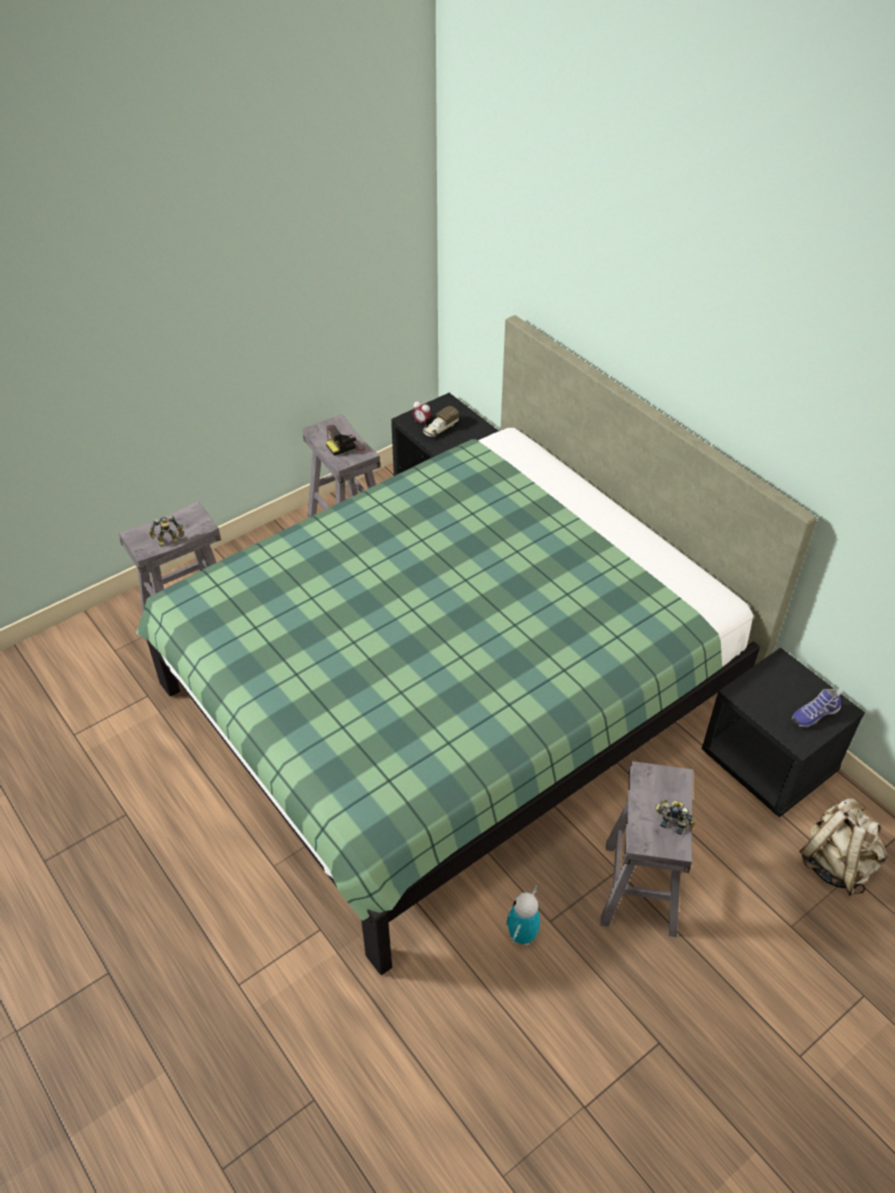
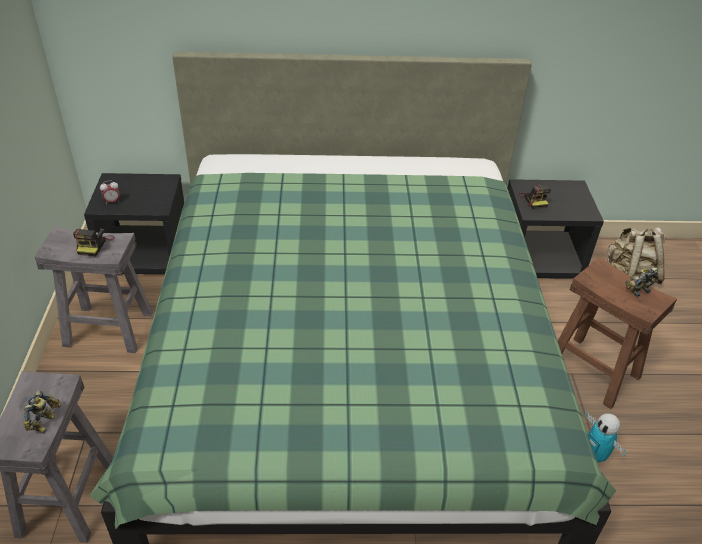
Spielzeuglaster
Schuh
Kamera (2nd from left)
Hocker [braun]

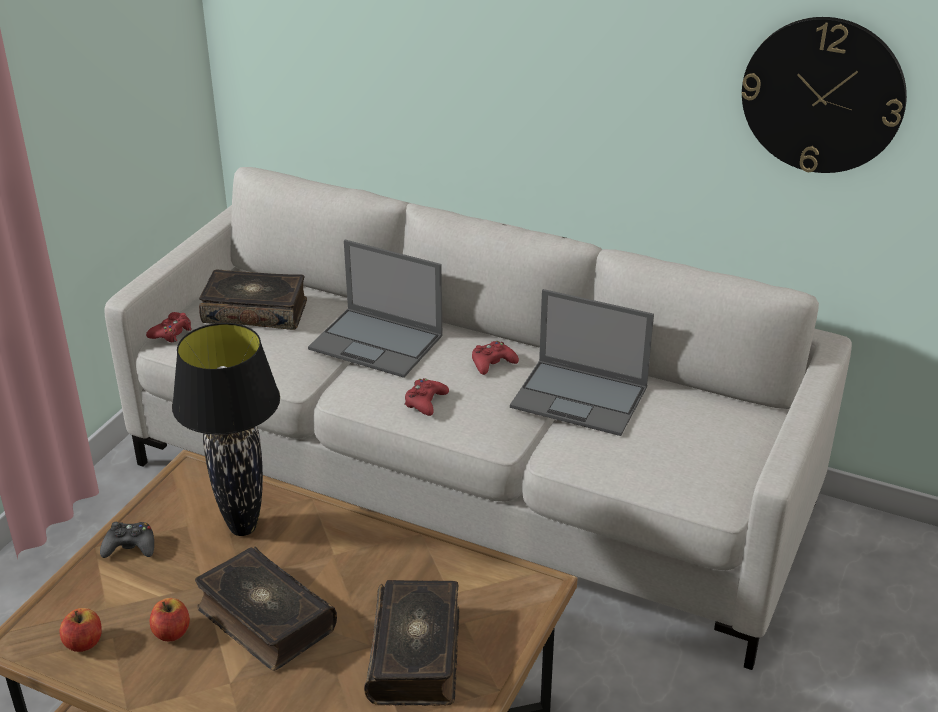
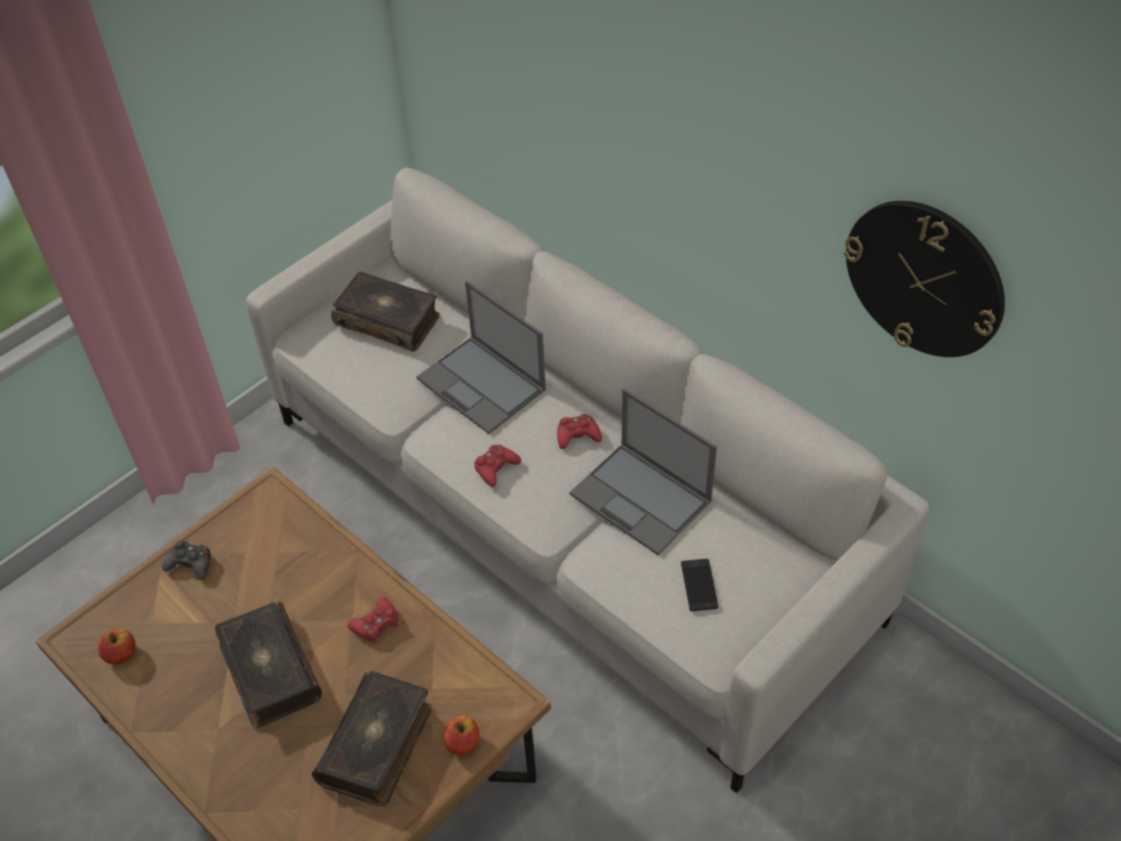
Tischlampe [schwarz]
Handy
Gamepad [rot] (1st from left)
Apfel (2nd from left)

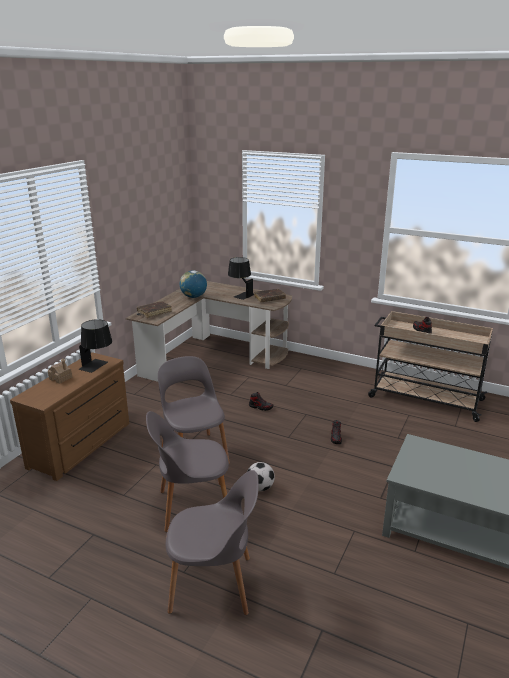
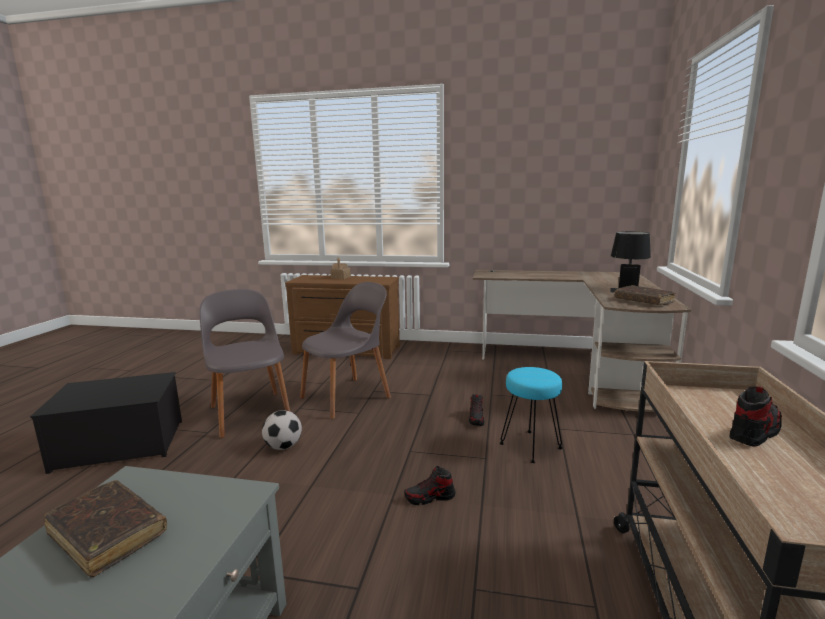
Tischlampe [schwarz] (1st from left in the first image)
Globus
Hocker [türkis]
Buch [braun] (1st from left)
Aufbewahrungsbox

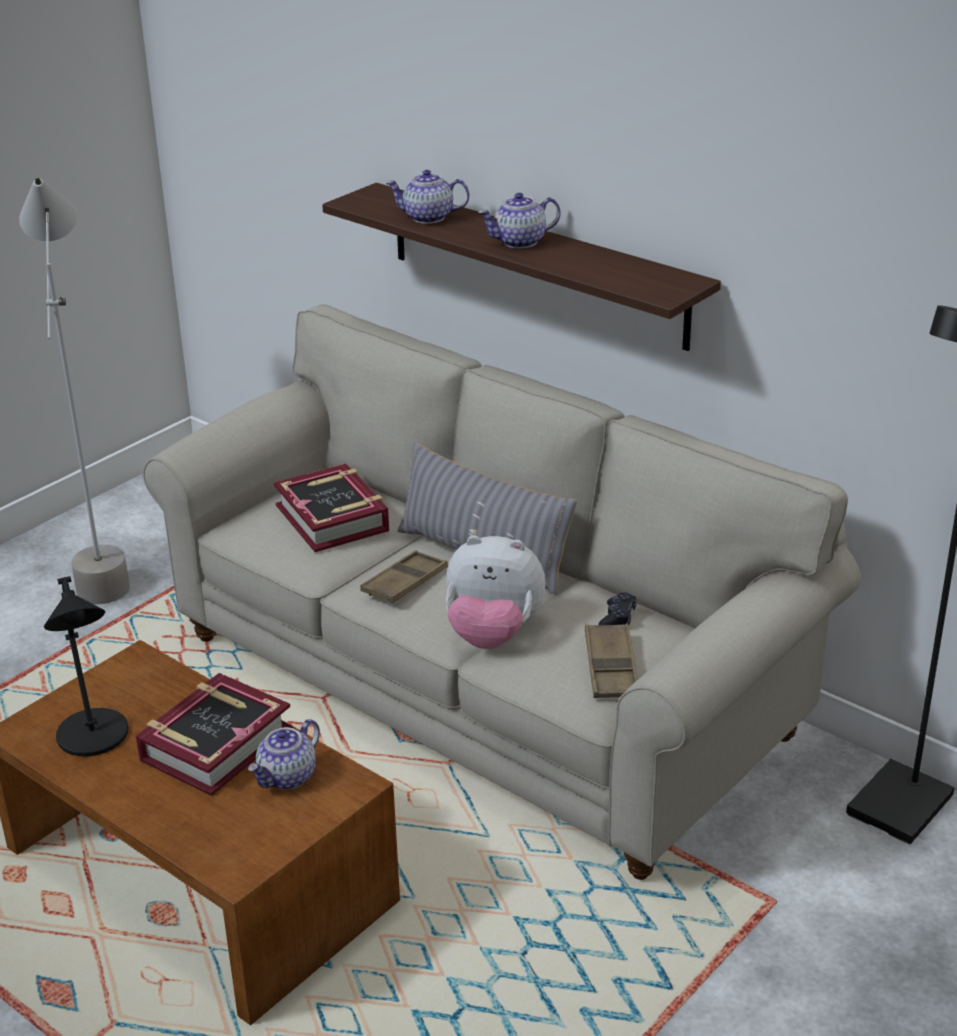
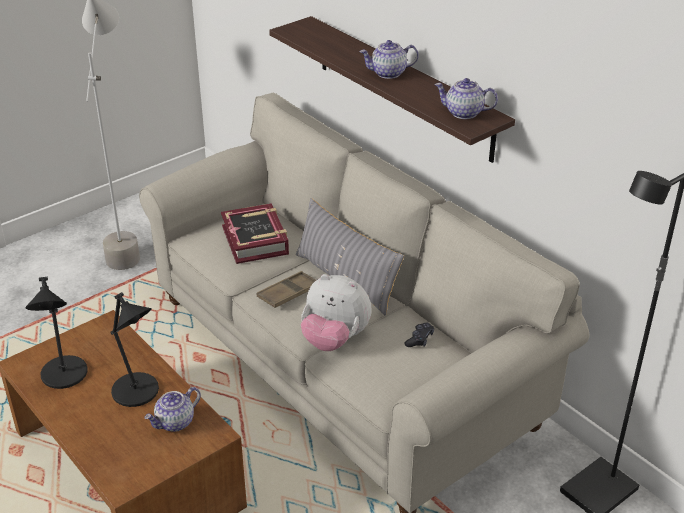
Tablett [braun] (2nd from left in the first image)
Teekanne (3rd from left)
Tischlampe [schwarz] (2nd from left)

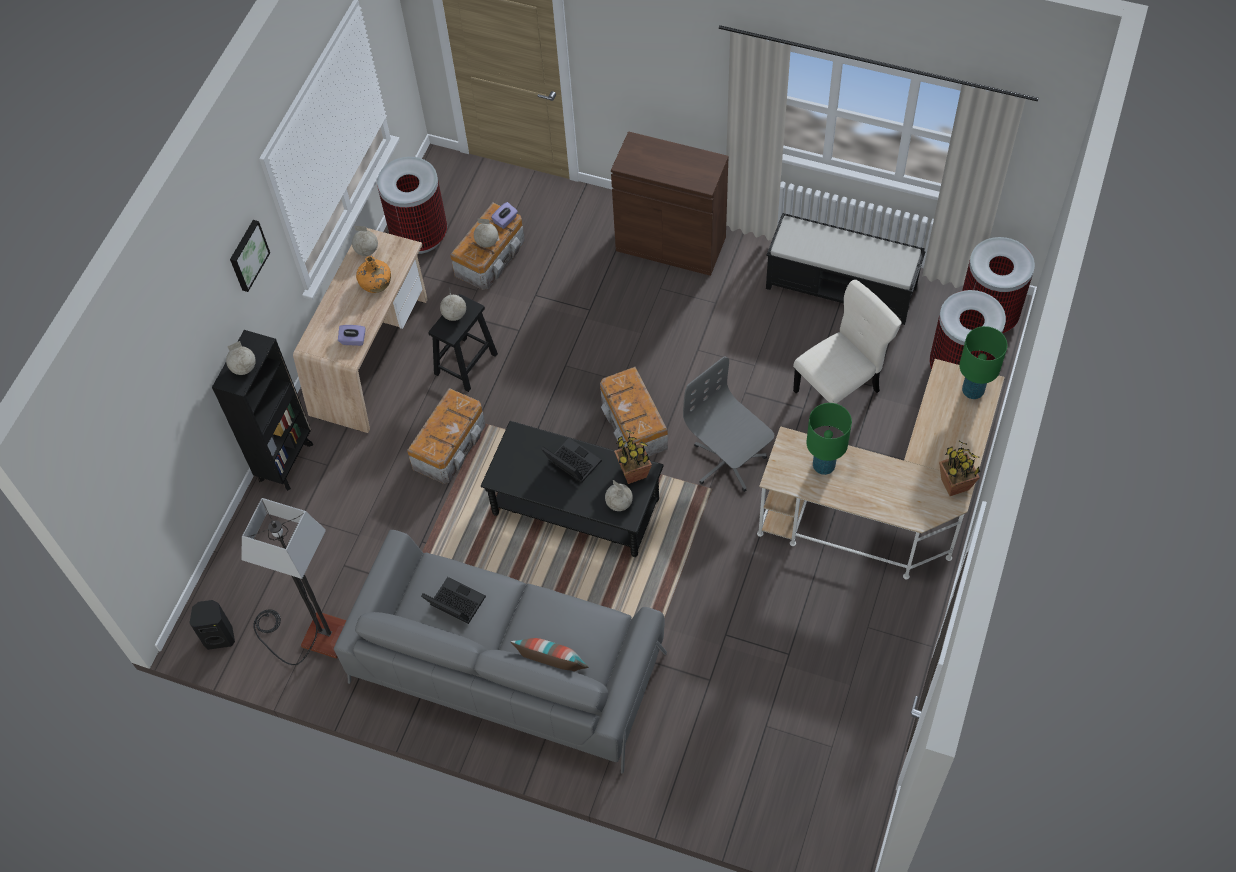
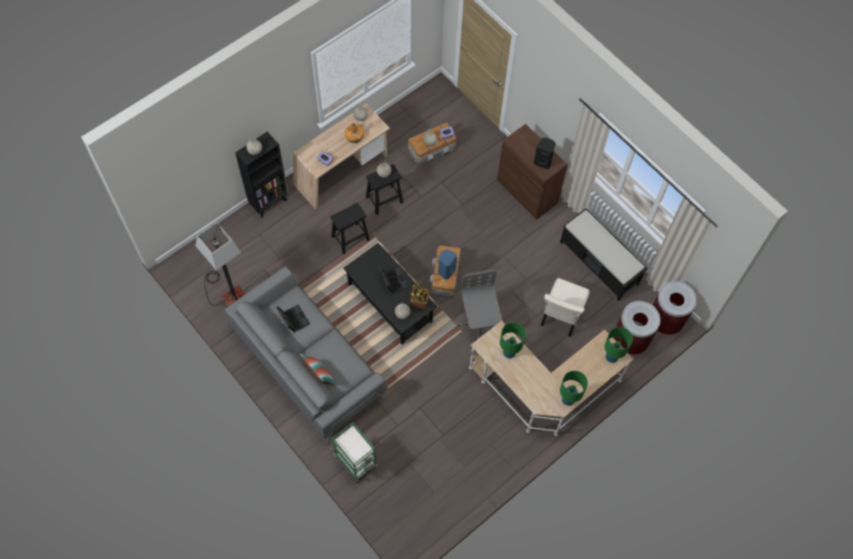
Bild
Mülleimer (1st from left in the first image)
Rollwagen [grün]
Lautsprecher [blau]
Lautsprecher [schwarz]
Hocker [schwarz] (1st from left)
Tischlampe [grün] (2nd from left)
Stuhl [beige]

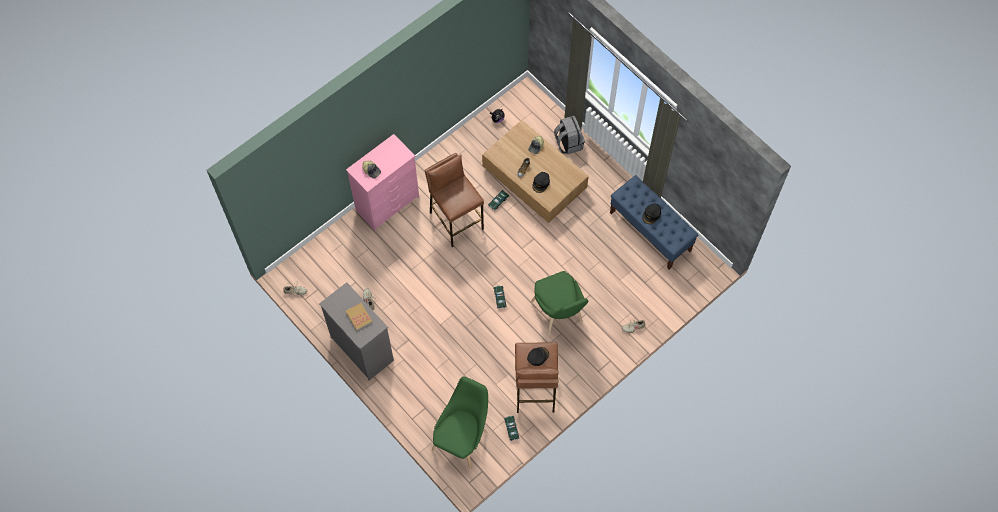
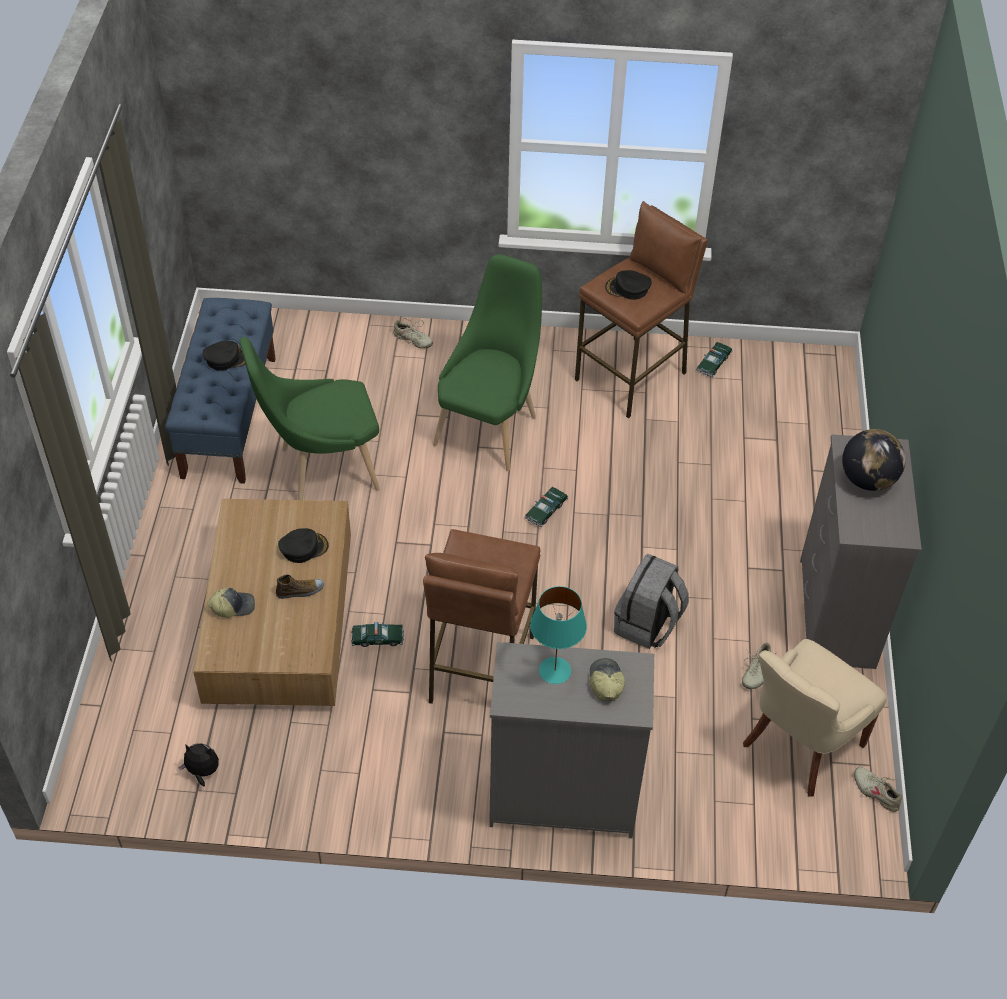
Tischlampe [türkis]
Stuhl [beige]
Stuhl [grün] (1st from left)
Rucksack [grau]
Globus
Kommode [grau] (1st from left)

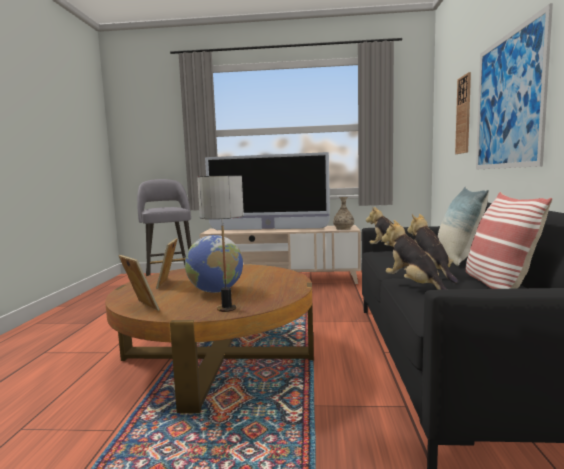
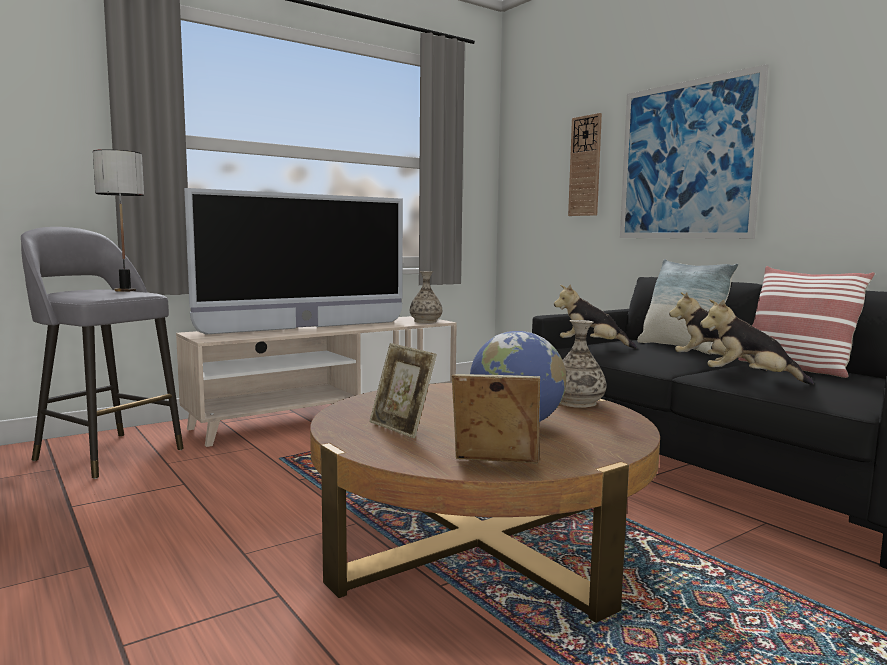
Vase (2nd from left)
Tischlampe

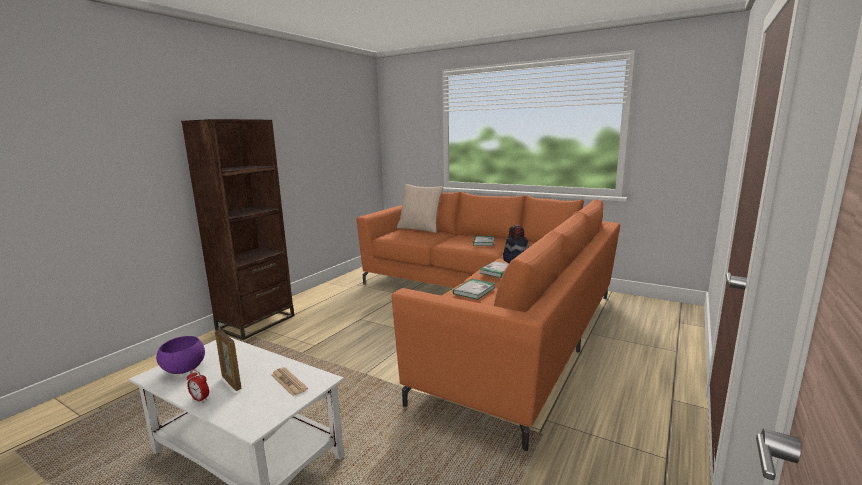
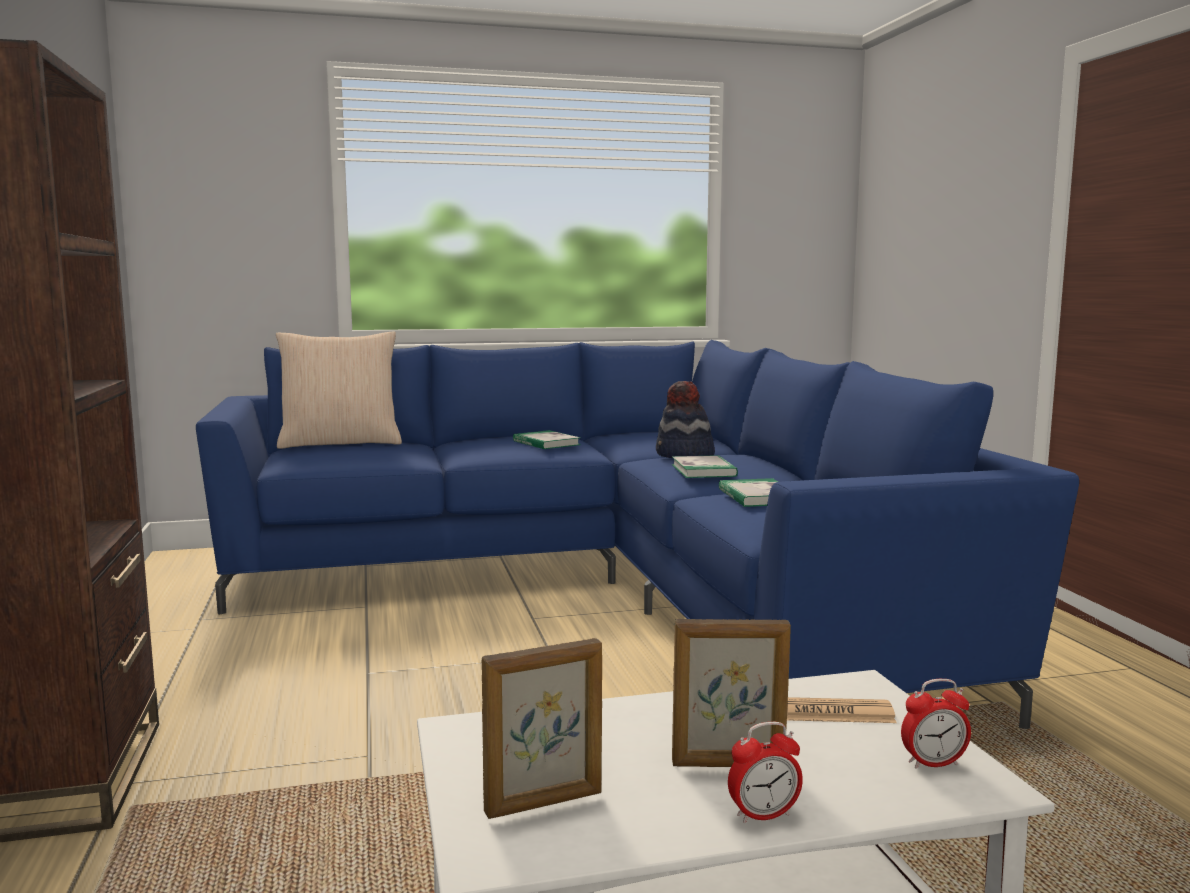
Wecker (2nd from left)
Bilderrahmen (1st from left)
Sofa [blau]

